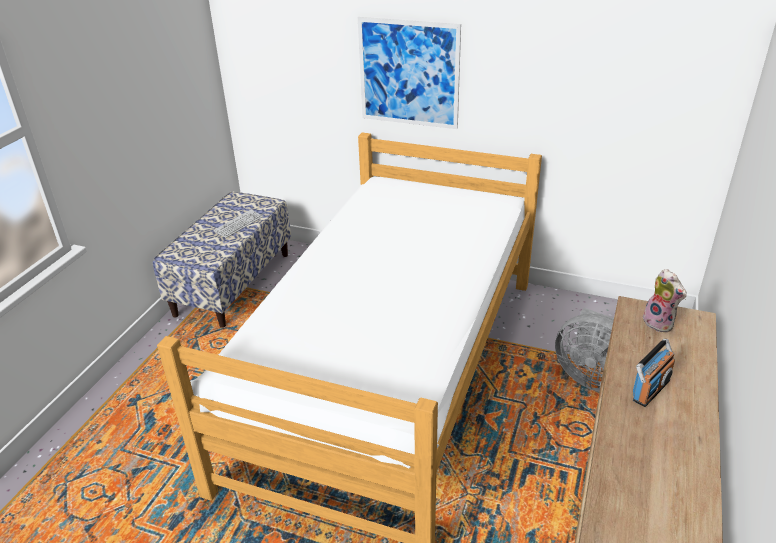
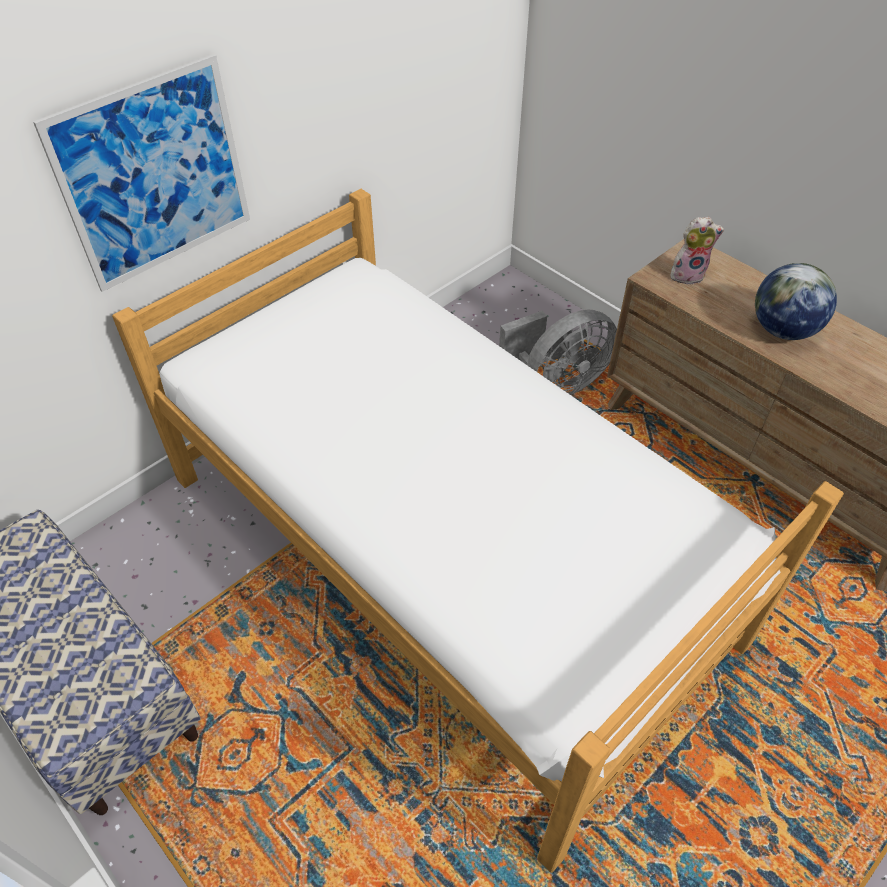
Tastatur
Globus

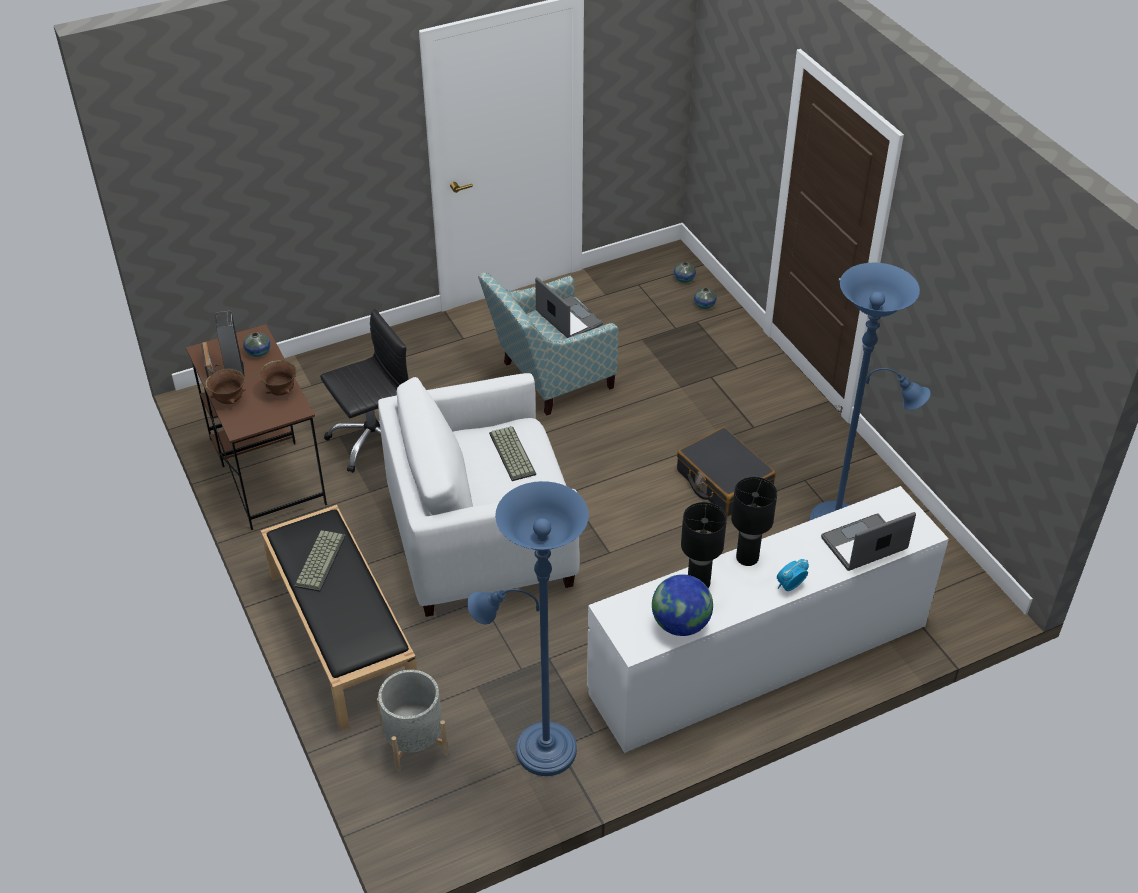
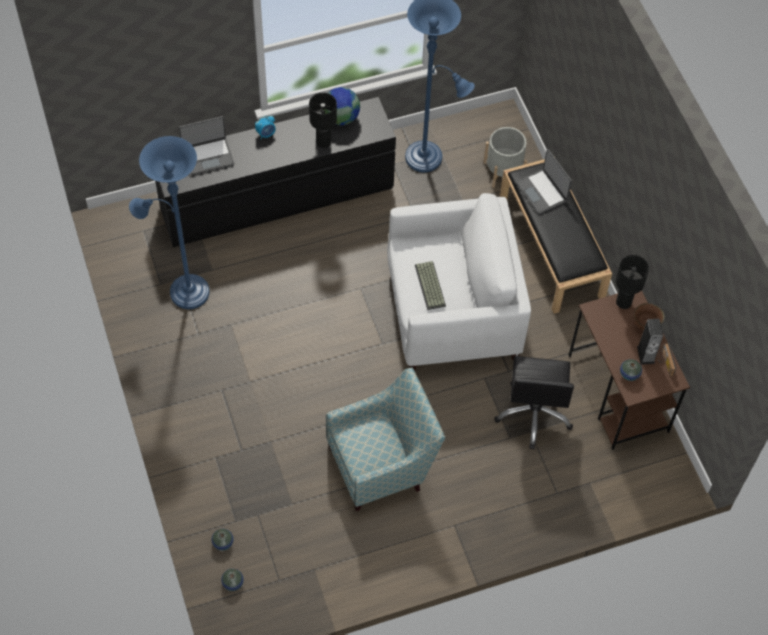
Schüssel [braun] (2nd from left in the first image)
Tastatur (1st from left in the first image)
Koffer [schwarz]
Laptop (2nd from left)
Tischlampe [schwarz] (2nd from left)
Kommode [schwarz]
Bürostuhl [schwarz]

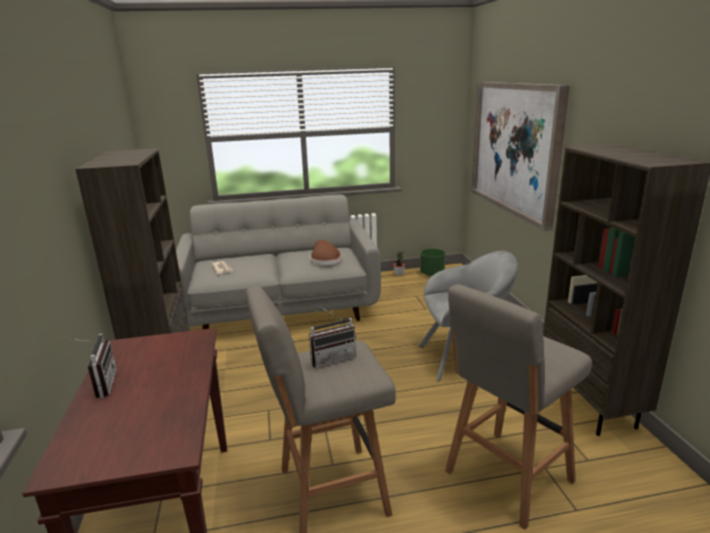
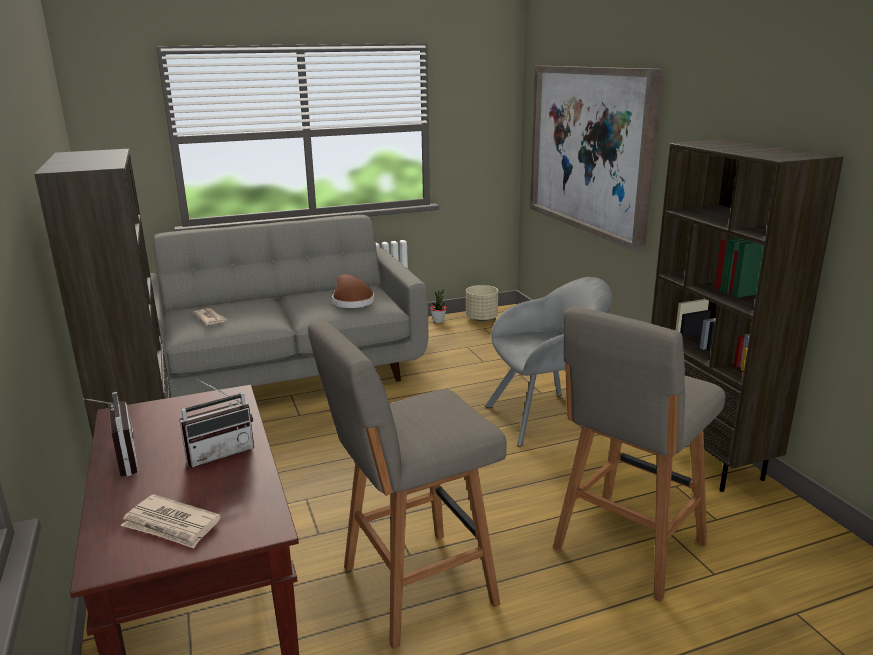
Zeitung (1st from left)
Radio (2nd from left)
Pflanzkübel [beige]

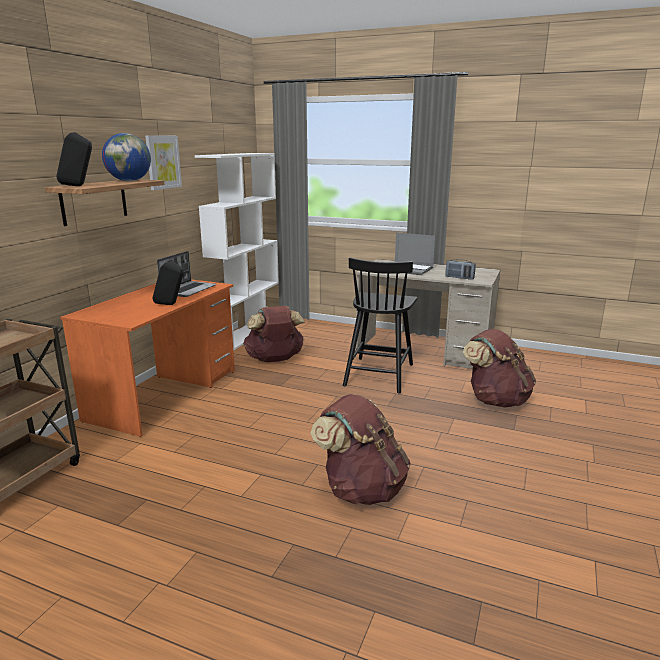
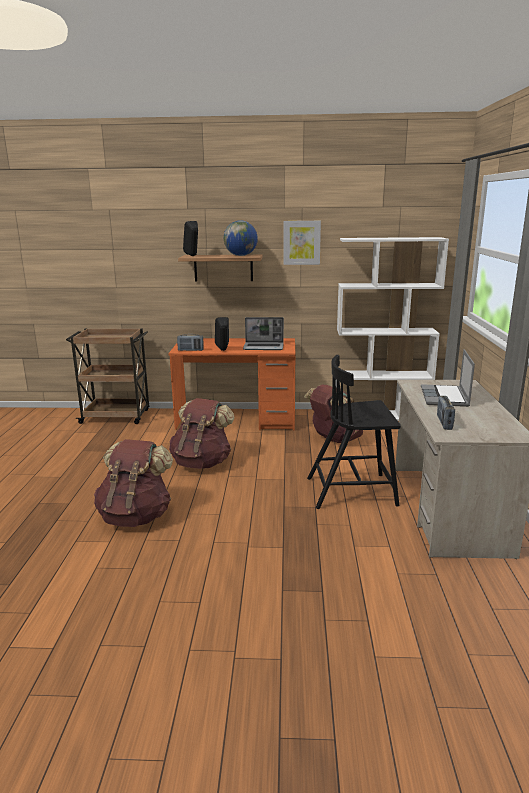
Radio (1st from left)
Rucksack [braun] (2nd from left)

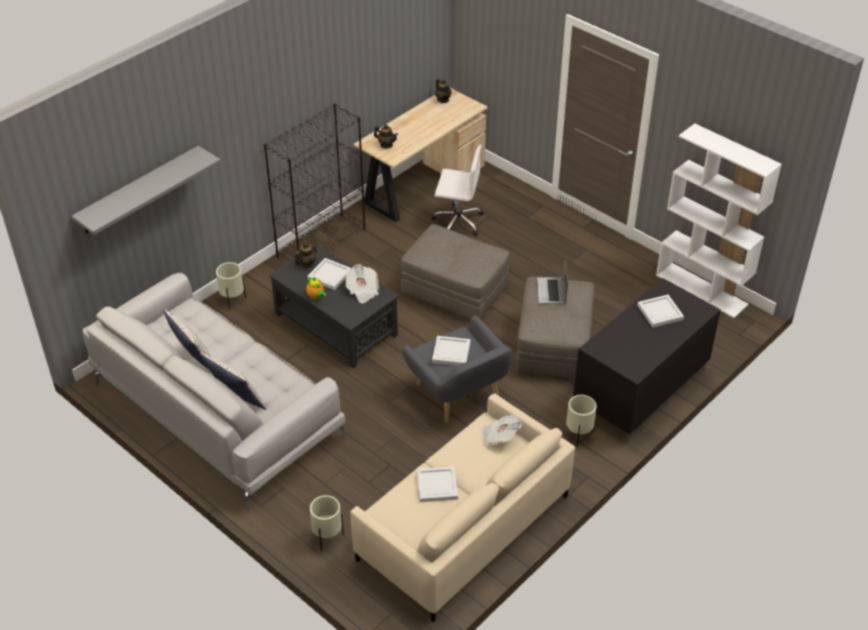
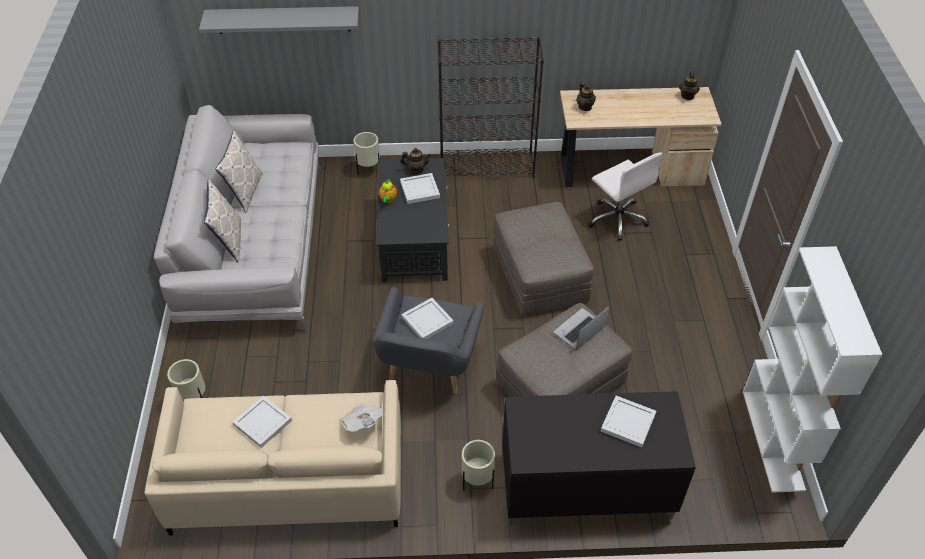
Zeitung (1st from left in the first image)

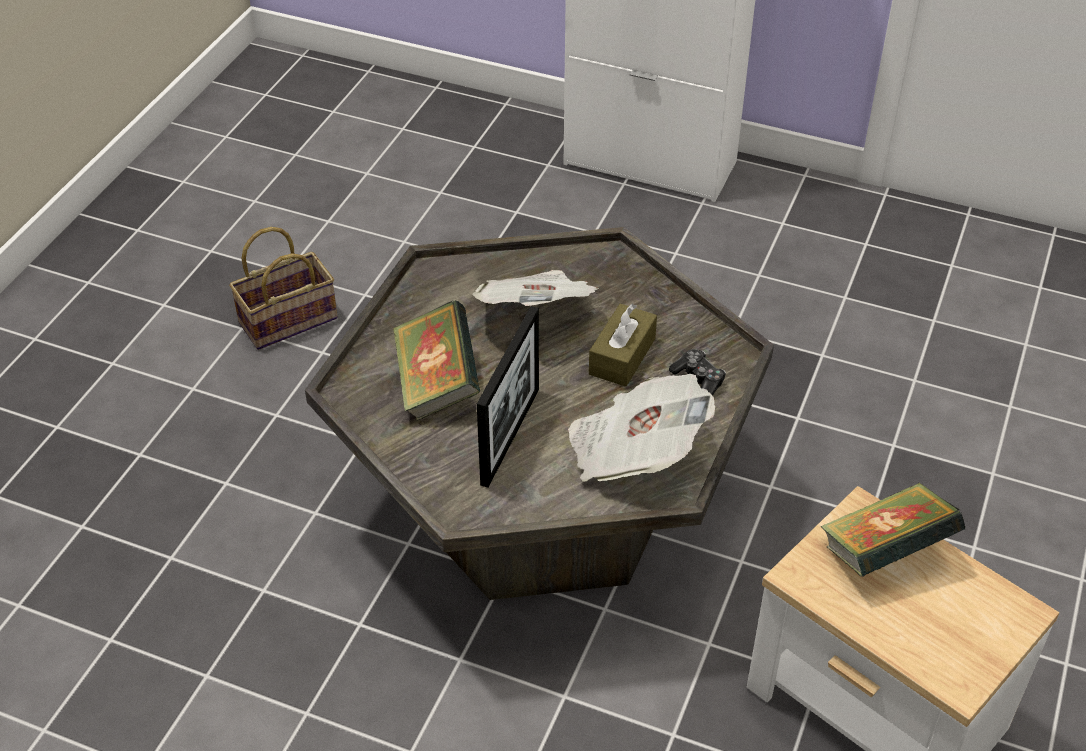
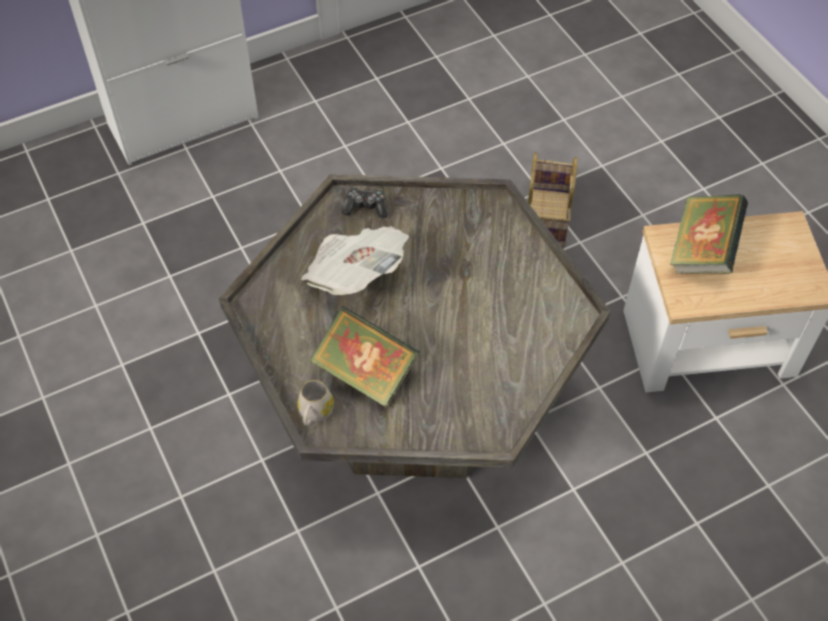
Bilderrahmen
Zeitung (2nd from left in the first image)
Taschentuchbox [braun]
Henkelbecher [weiß]
Korb
Gamepad

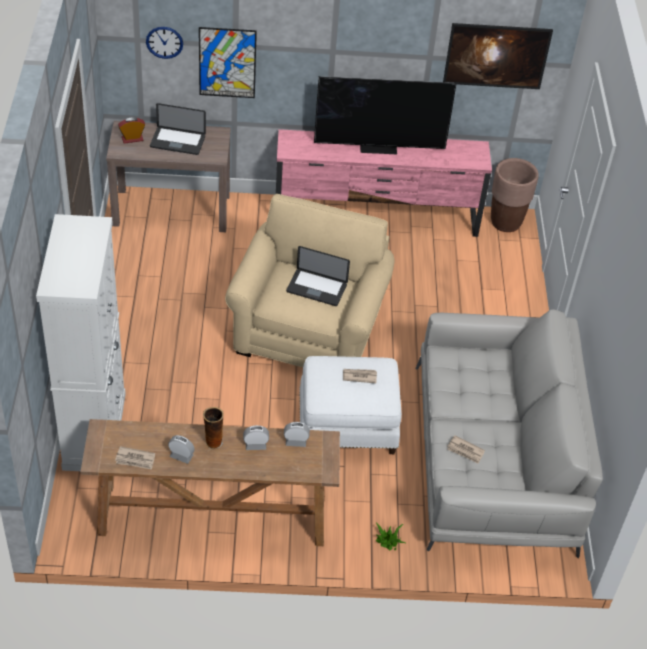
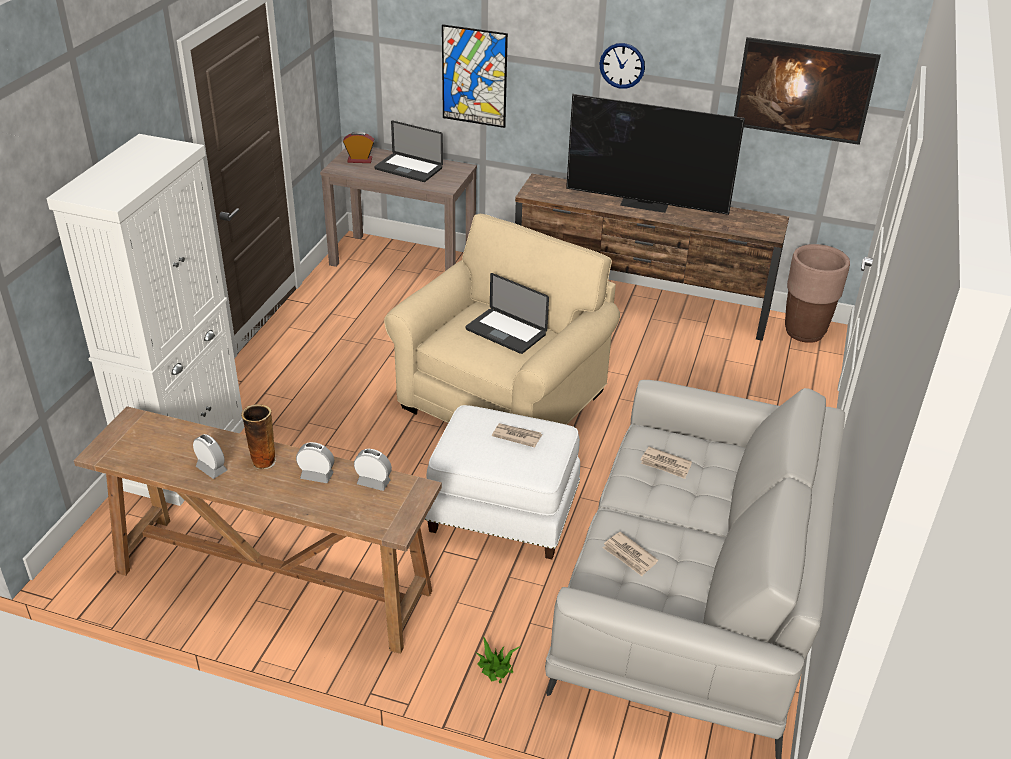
Zeitung (3rd from left)
Wanduhr
Fernsehschrank [braun]

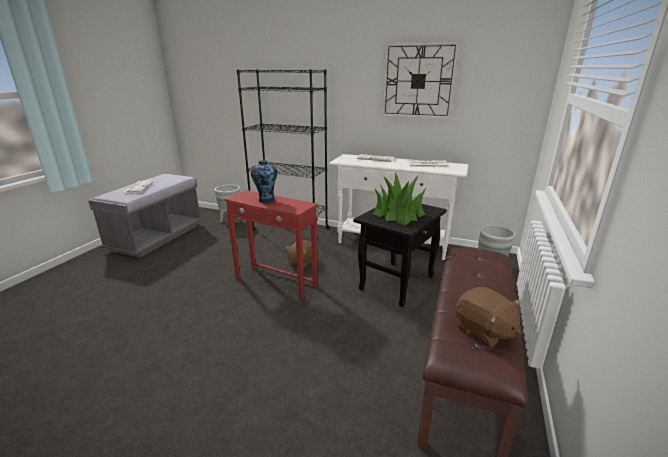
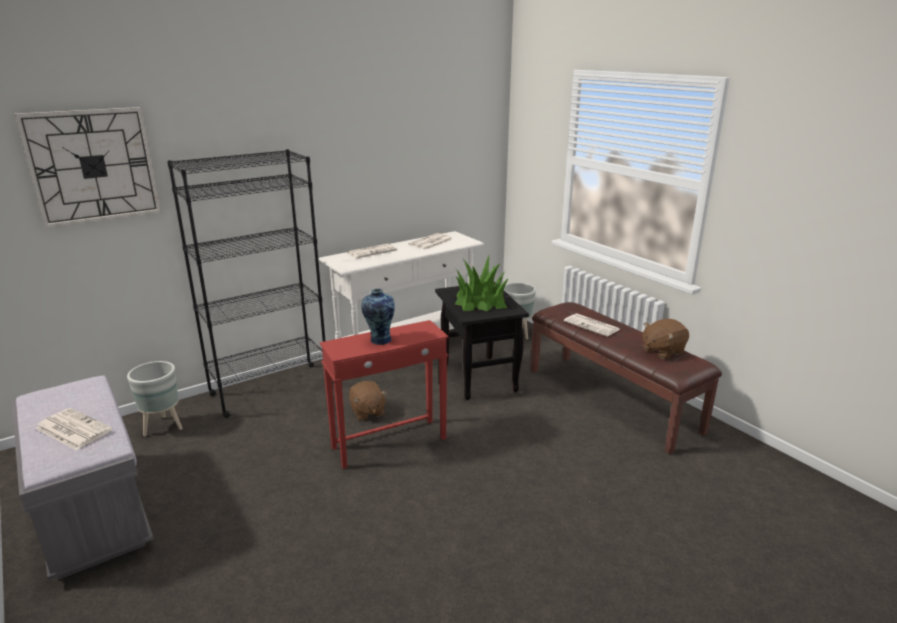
Zeitung (4th from left)
Wanduhr
Plüschtier [braun] (2nd from left)

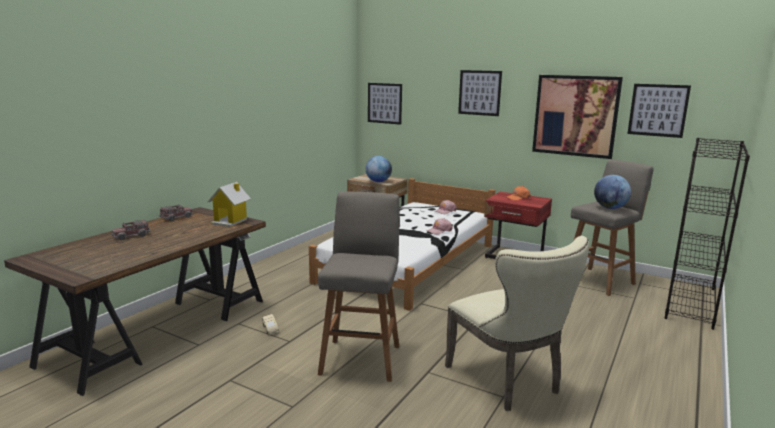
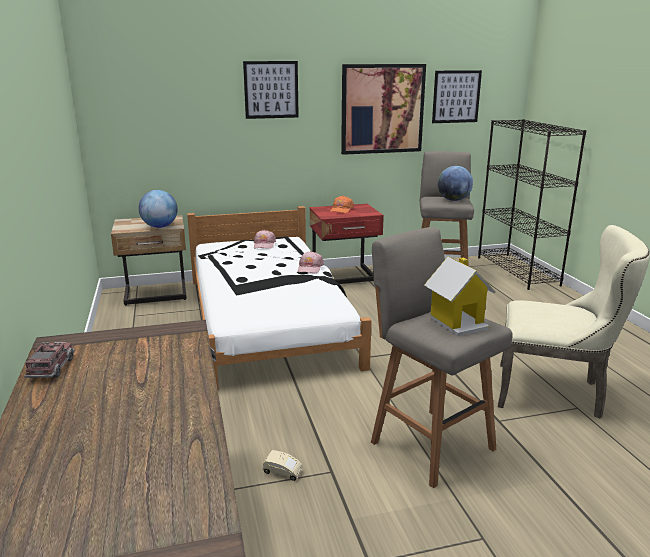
Spielzeuglaster (1st from left in the first image)
Bild (1st from left in the first image)
Spielzeughaus

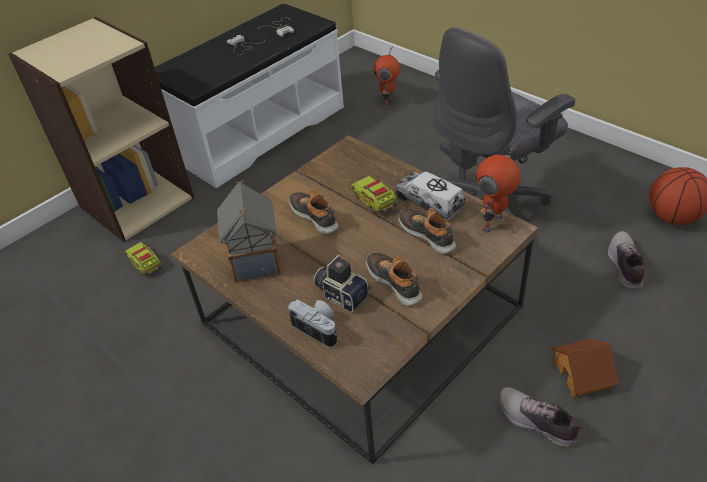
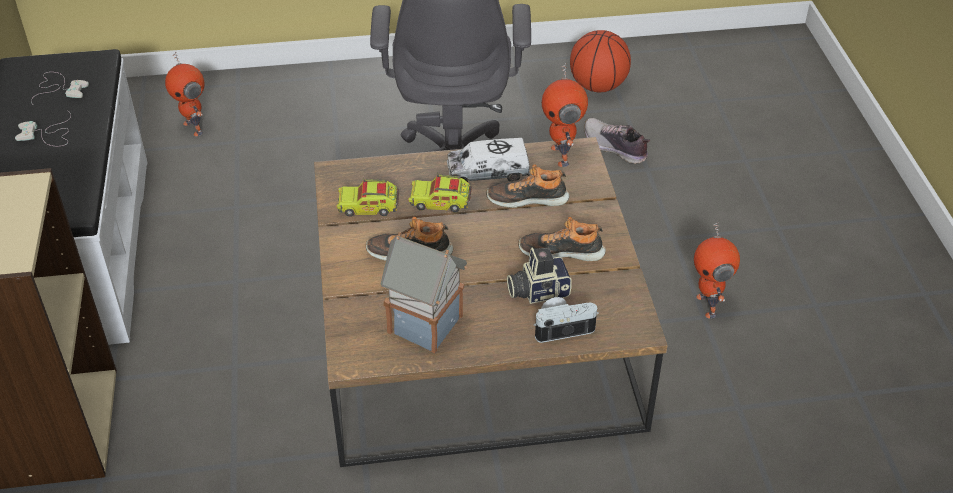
Spielzeughaus (2nd from left in the first image)
Spielzeuglaster (1st from left)
Spielzeugroboter (3rd from left)

